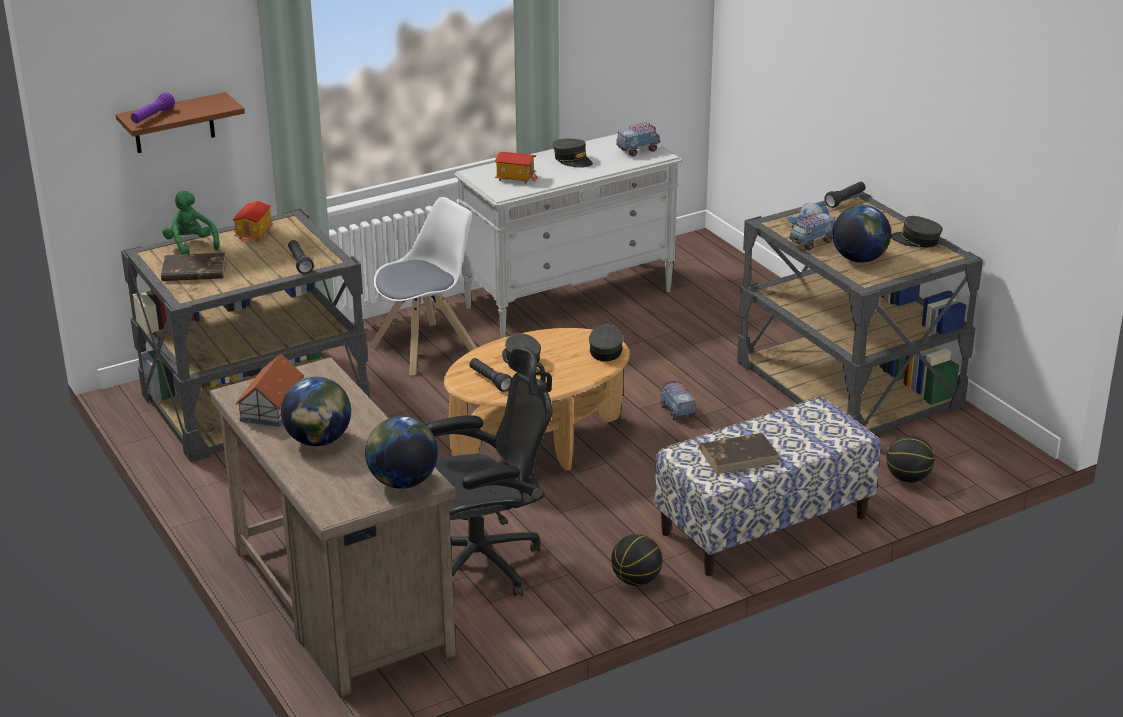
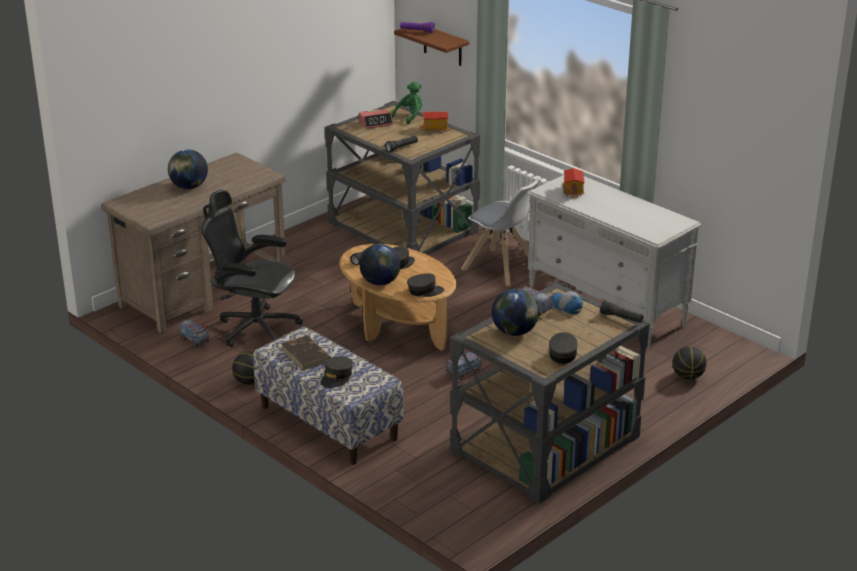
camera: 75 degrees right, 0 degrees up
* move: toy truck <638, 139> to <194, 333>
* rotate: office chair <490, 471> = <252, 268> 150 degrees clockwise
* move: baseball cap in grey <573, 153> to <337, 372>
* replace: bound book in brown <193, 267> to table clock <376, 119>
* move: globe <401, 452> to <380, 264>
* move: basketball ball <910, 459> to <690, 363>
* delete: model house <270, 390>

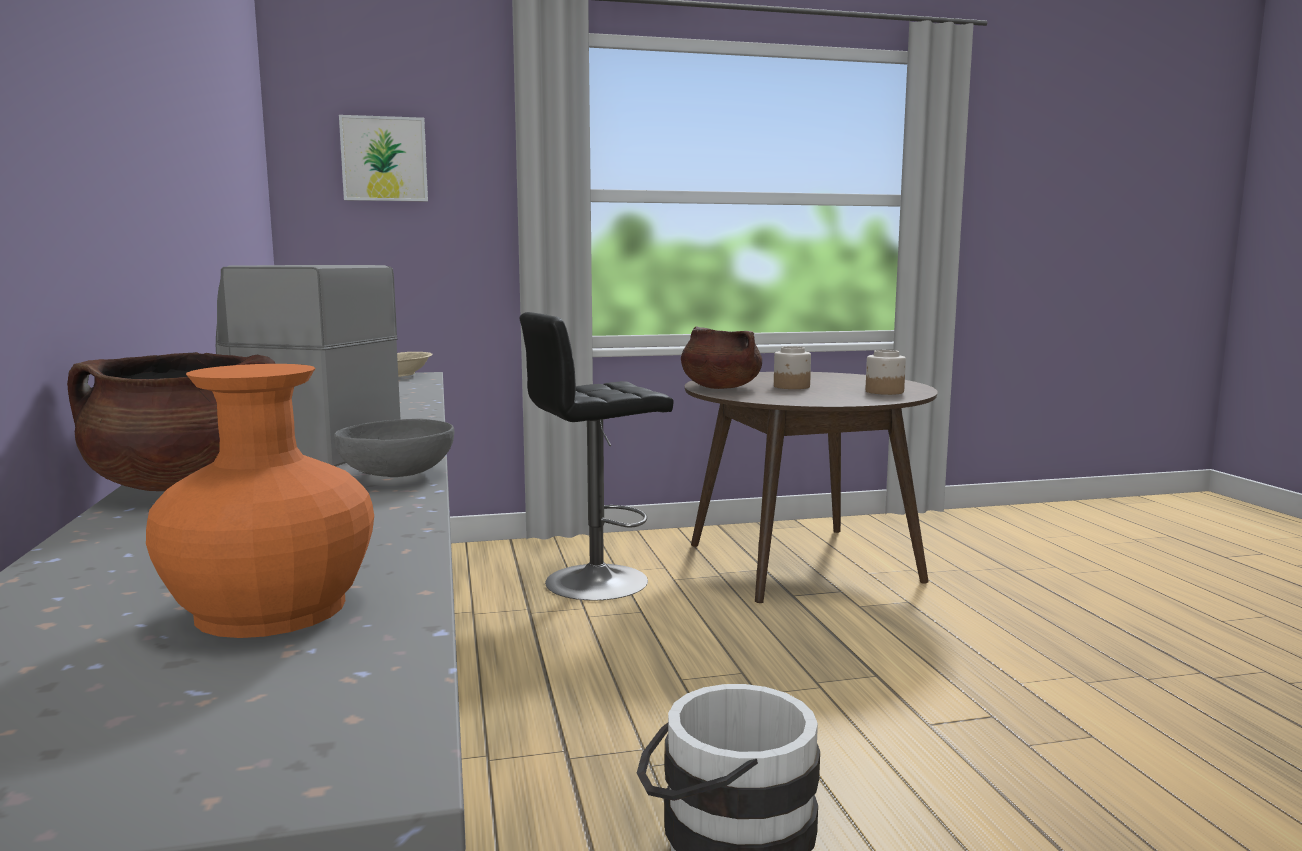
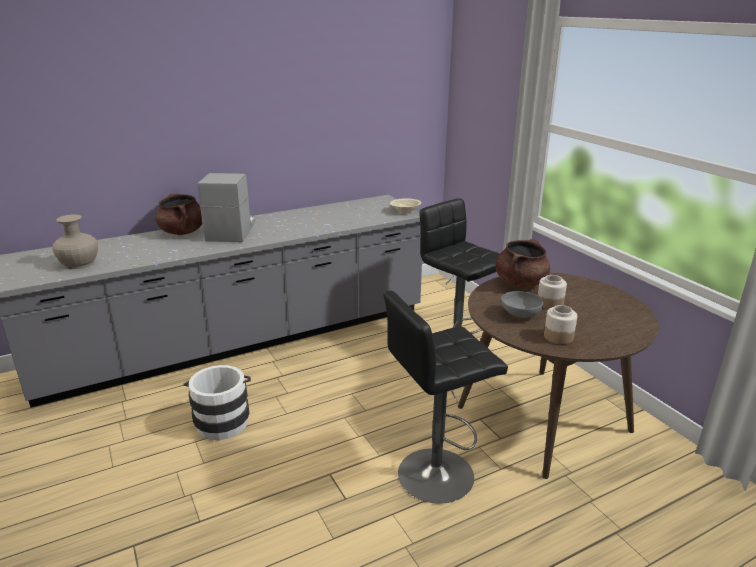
camera: 75 degrees right, 15 degrees up
* recolor: decorative vase in orange <260, 501> to decorative vase in sand-coloured <75, 241>
* insert: sitting stool in black <445, 397>
* move: bowl in grey <394, 448> to <521, 304>
* delete: wall art <383, 158>

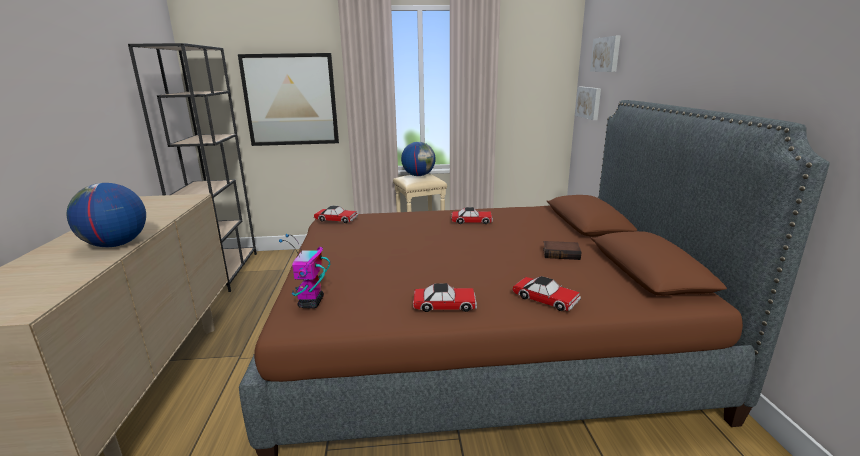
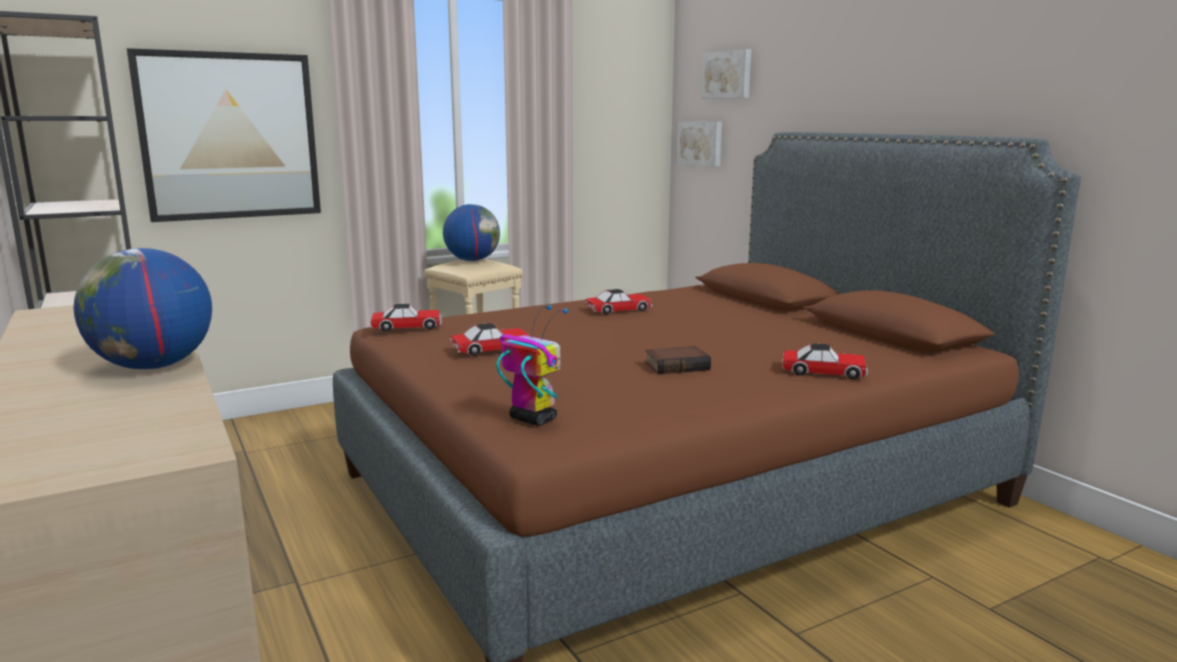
camera: 25 degrees left, 5 degrees down
* move: miniature car <445, 297> to <490, 339>
* rotate: toy robot <304, 271> = <532, 365> 150 degrees clockwise
* move: bound book <562, 250> to <678, 360>

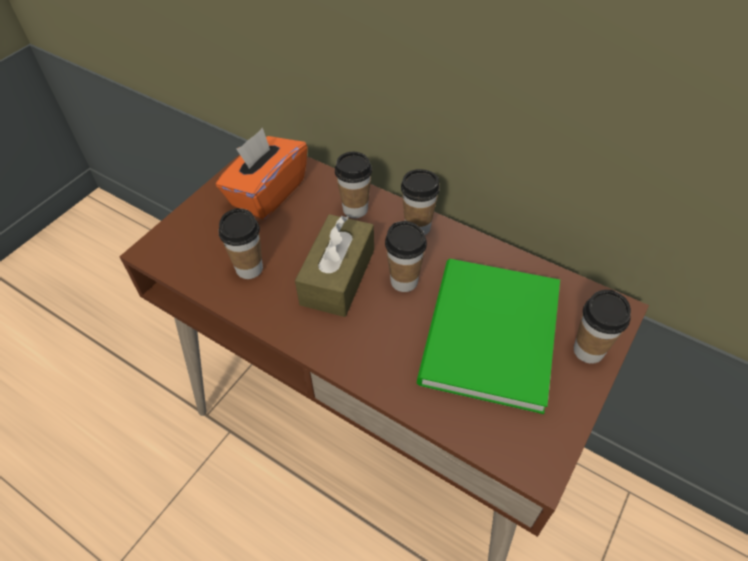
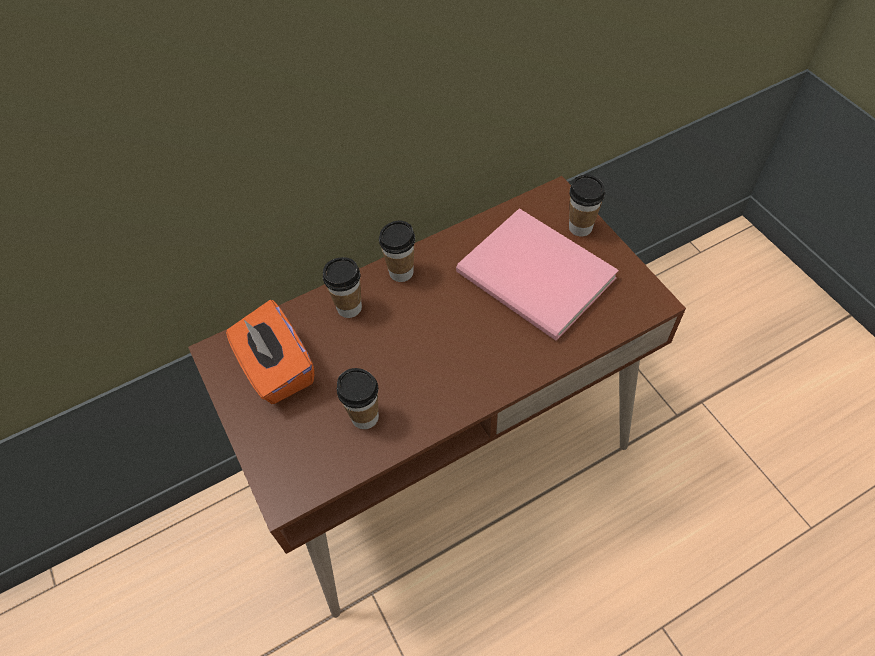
camera: 60 degrees left, 5 degrees up
* recolor: bound book in greenish <488, 336> to bound book in pink-coloured <537, 274>
* delete: tissue box in brown <334, 265>
* delete: small cup <406, 256>

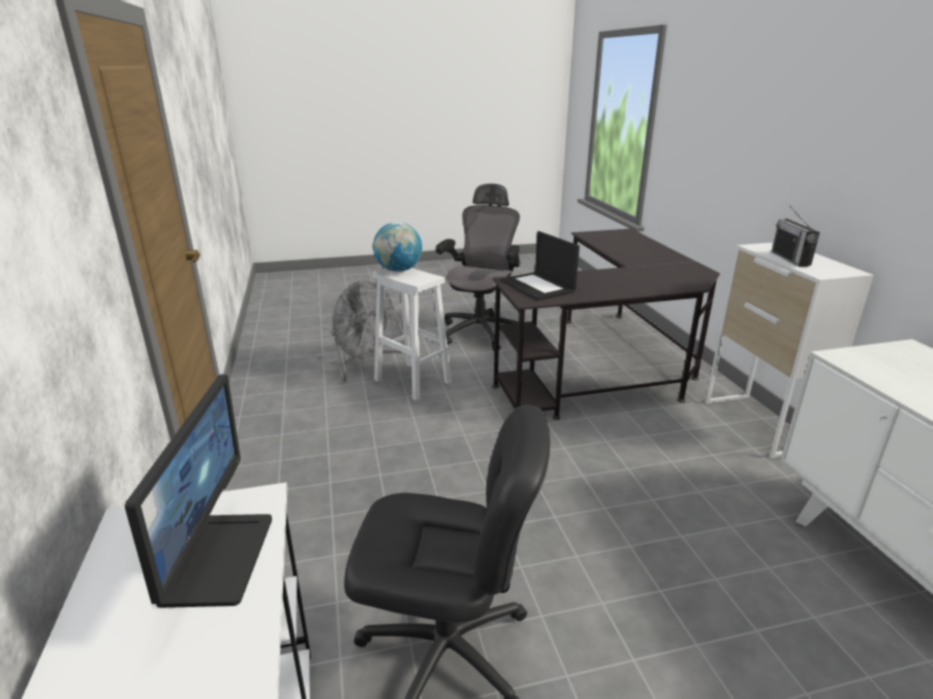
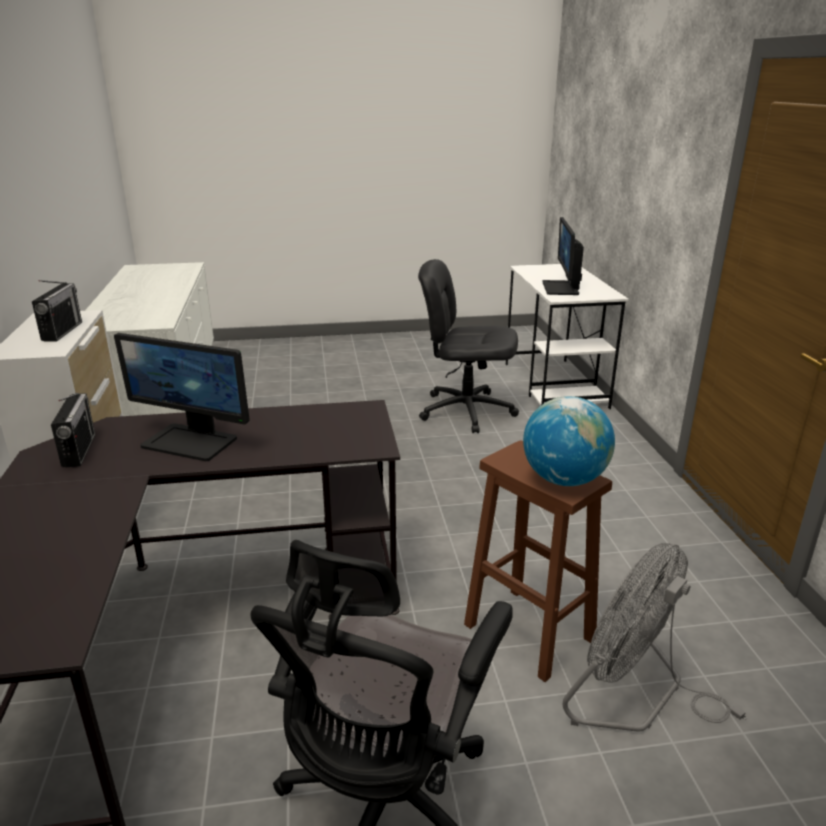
camera: 175 degrees left, 0 degrees up
* insert: radio receiver <73, 430>
* insert: monitor <182, 397>
* recolor: sitting stool in white-coloured <412, 334> to sitting stool in brown <538, 561>
* delete: laptop <540, 266>

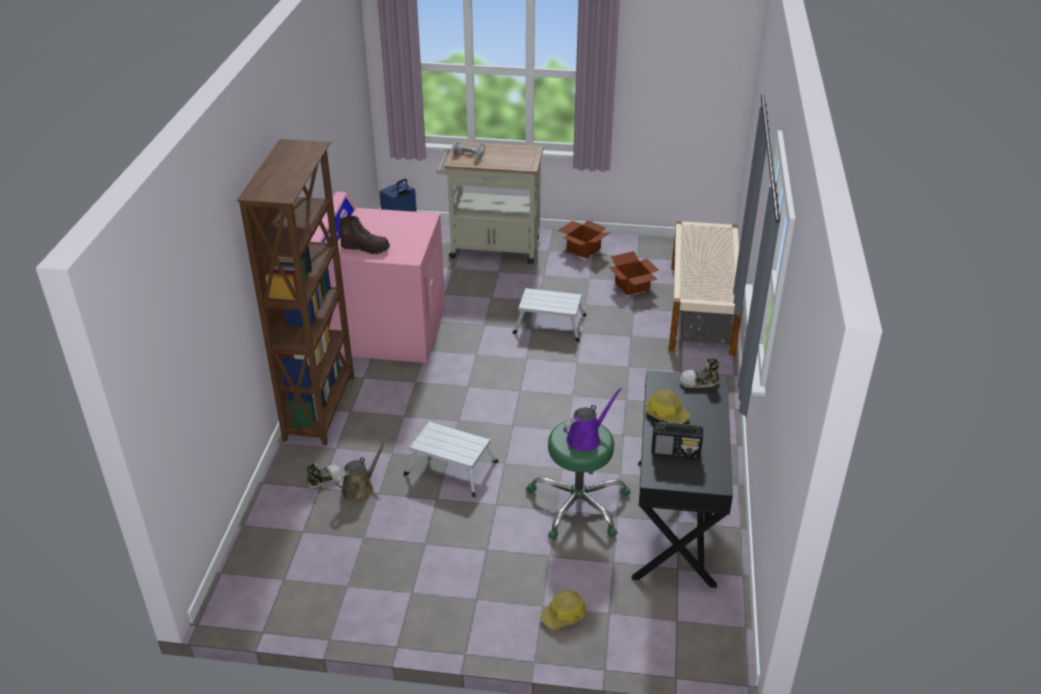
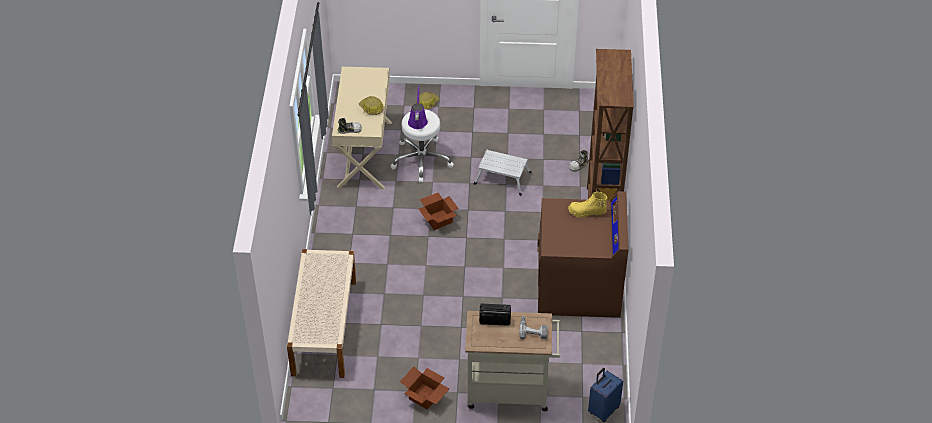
camera: 175 degrees right, 10 degrees up
* recolor: desk unit in black <682, 479> to desk unit in sand-coloured <362, 128>
* recolor: sitting stool in greenish <578, 480> to sitting stool in white-coloured <422, 146>
* rotate: watering pot in purple-coloured <592, 419> = <418, 107> 135 degrees clockwise
* move: packing box <634, 273> to <438, 211>
* move: radio receiver <677, 440> to <495, 315>
* recolor: washing machine in pink-coloured <377, 277> to washing machine in brown <583, 254>
* recolor: boot in brown <364, 235> to boot in yellow <587, 205>
* delete: watering pot in brown <361, 469>
* delete: step ladder in white-coloured <550, 315>

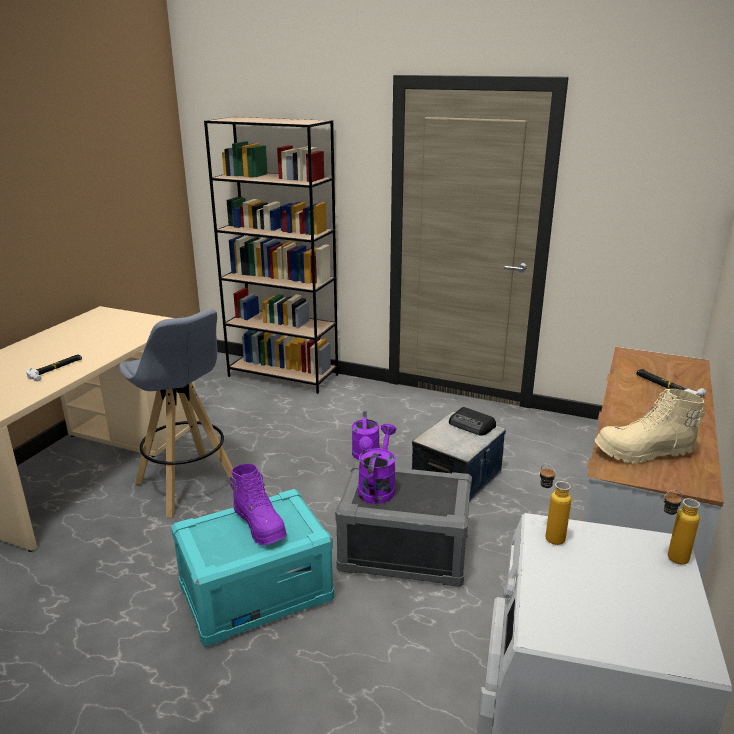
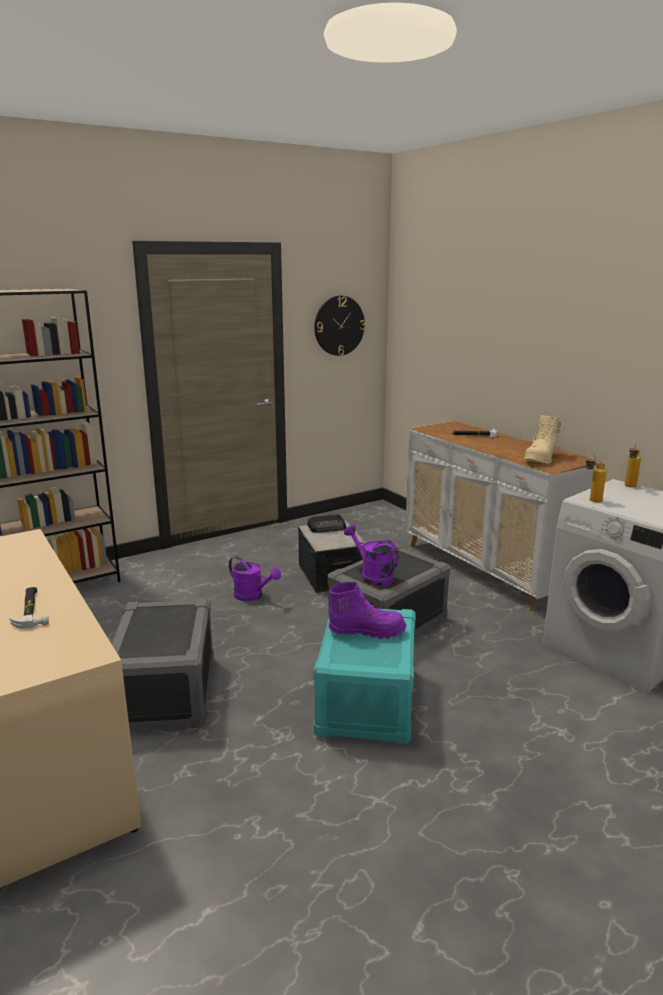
camera: 55 degrees left, 5 degrees down
* replace: sitting stool in grey <176, 413> to storage container in grey <162, 665>
* insert: clock on the wall <339, 326>

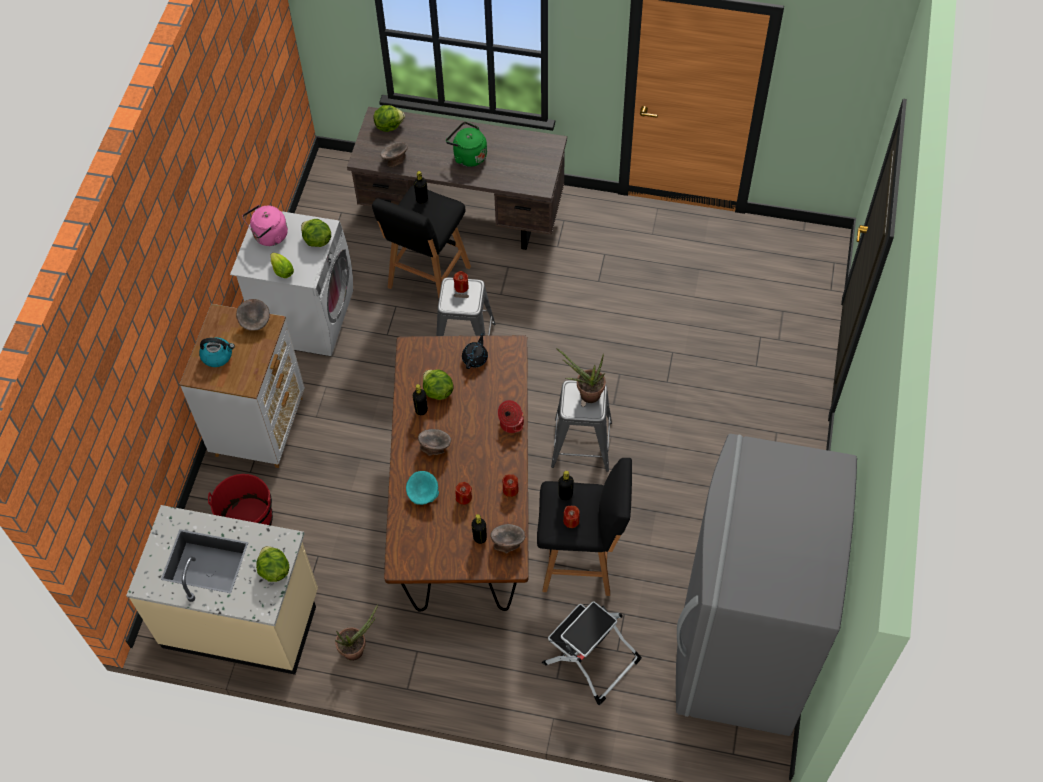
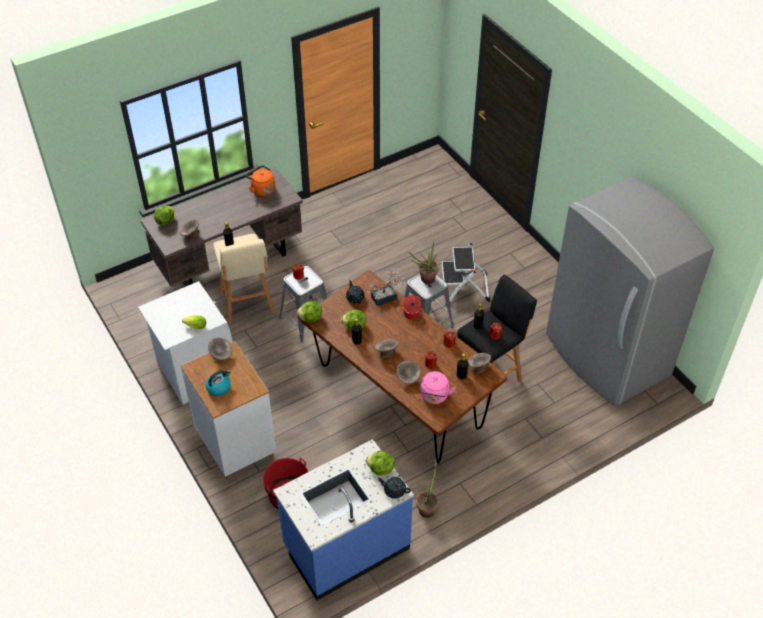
camera: 45 degrees left, 10 degrees down
* recolor: sitting stool in black <421, 241> to sitting stool in sand-coloured <244, 279>
* insert: tea kettle in orange <260, 181>
* recolor: kitchen base unit in sand-coloured <222, 590> to kitchen base unit in blue-coloured <343, 519>
* move: lettuce head <316, 233> to <309, 311>
* insert: plant in a pot <386, 287>
* insert: pot for tea in black <394, 488>
* recolor: bowl in turquoise <422, 488> to bowl in grey <408, 372>
* move: tea kettle in pink-coloured <265, 225> to <437, 387>
* move: step ladder <592, 653> to <466, 274>
* delete: tea kettle in greenish <466, 144>

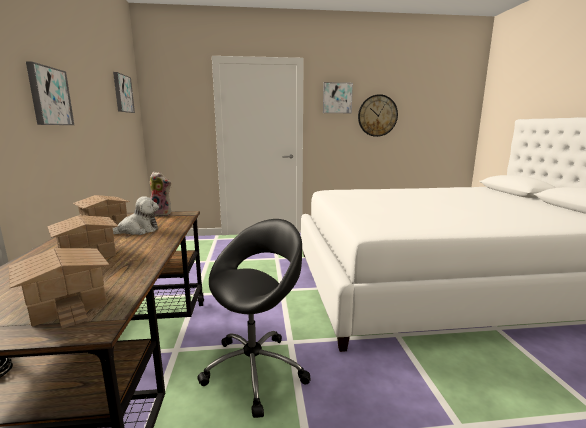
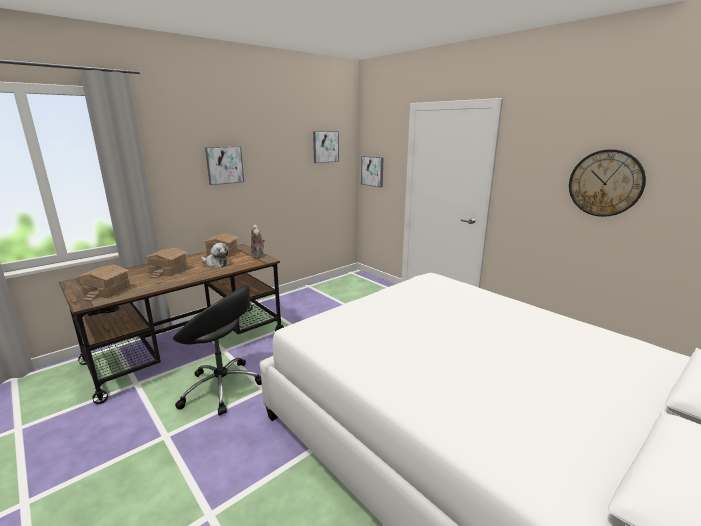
camera: 55 degrees right, 5 degrees up
* move: wall art <338, 97> to <372, 171>

